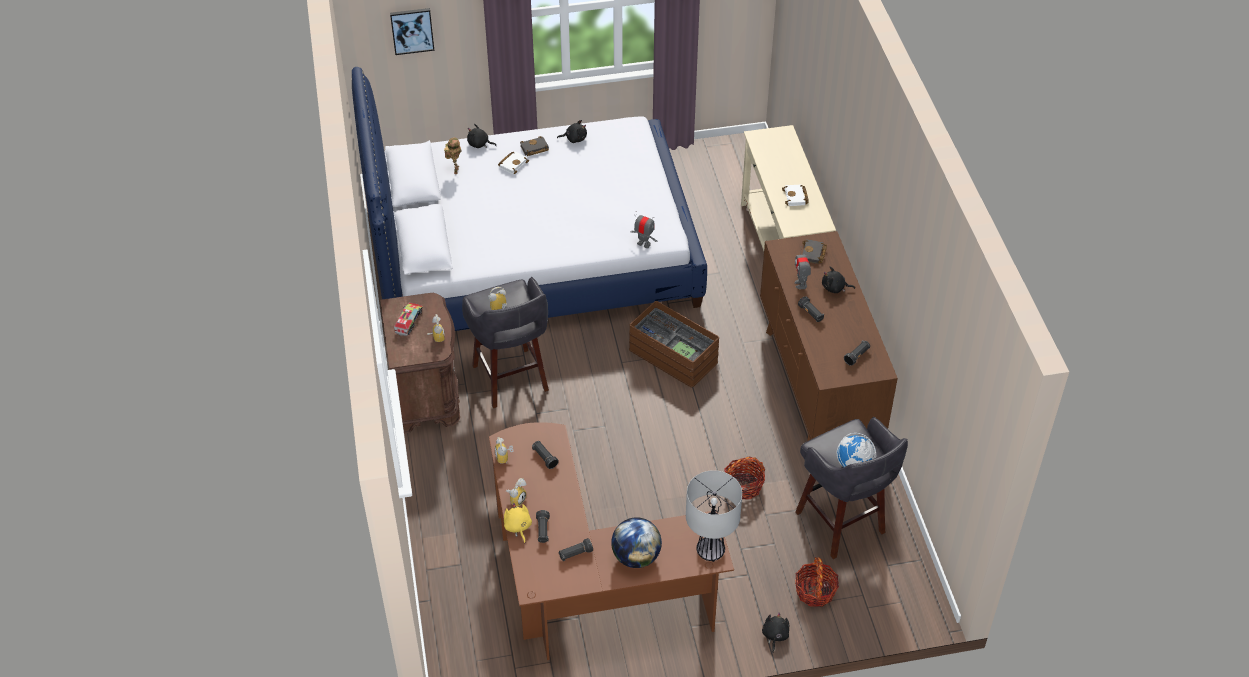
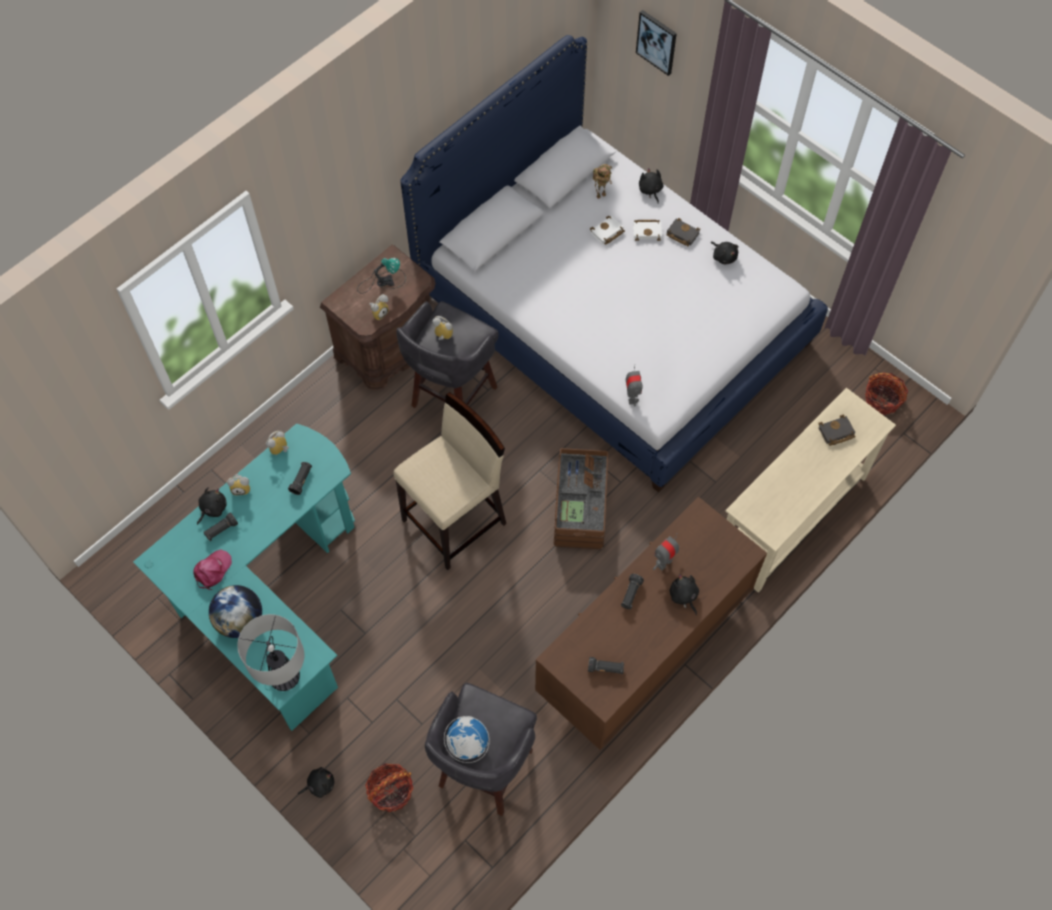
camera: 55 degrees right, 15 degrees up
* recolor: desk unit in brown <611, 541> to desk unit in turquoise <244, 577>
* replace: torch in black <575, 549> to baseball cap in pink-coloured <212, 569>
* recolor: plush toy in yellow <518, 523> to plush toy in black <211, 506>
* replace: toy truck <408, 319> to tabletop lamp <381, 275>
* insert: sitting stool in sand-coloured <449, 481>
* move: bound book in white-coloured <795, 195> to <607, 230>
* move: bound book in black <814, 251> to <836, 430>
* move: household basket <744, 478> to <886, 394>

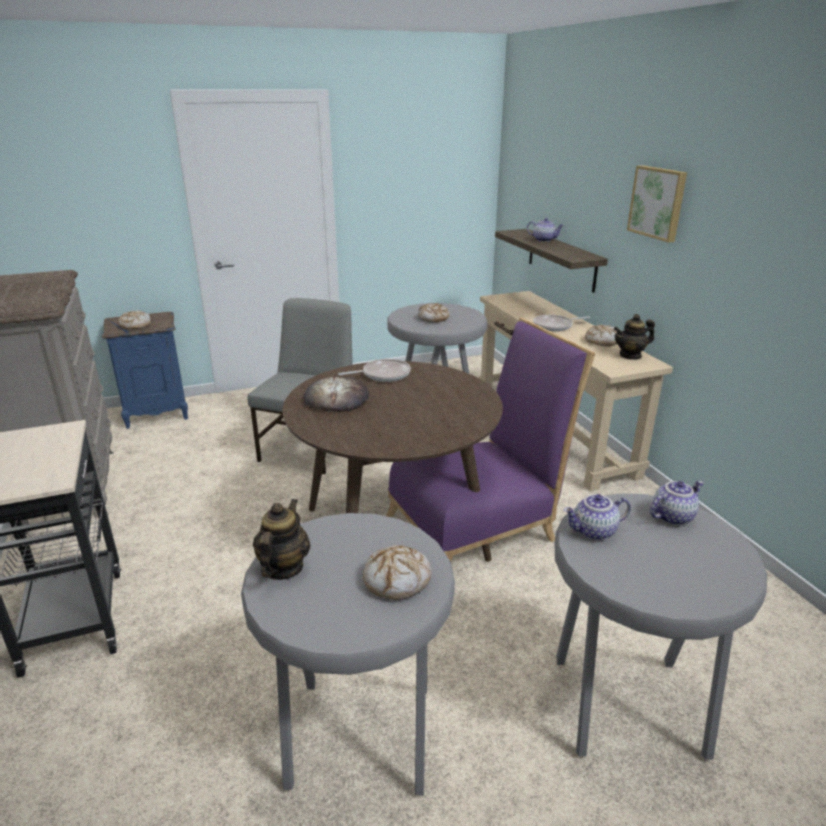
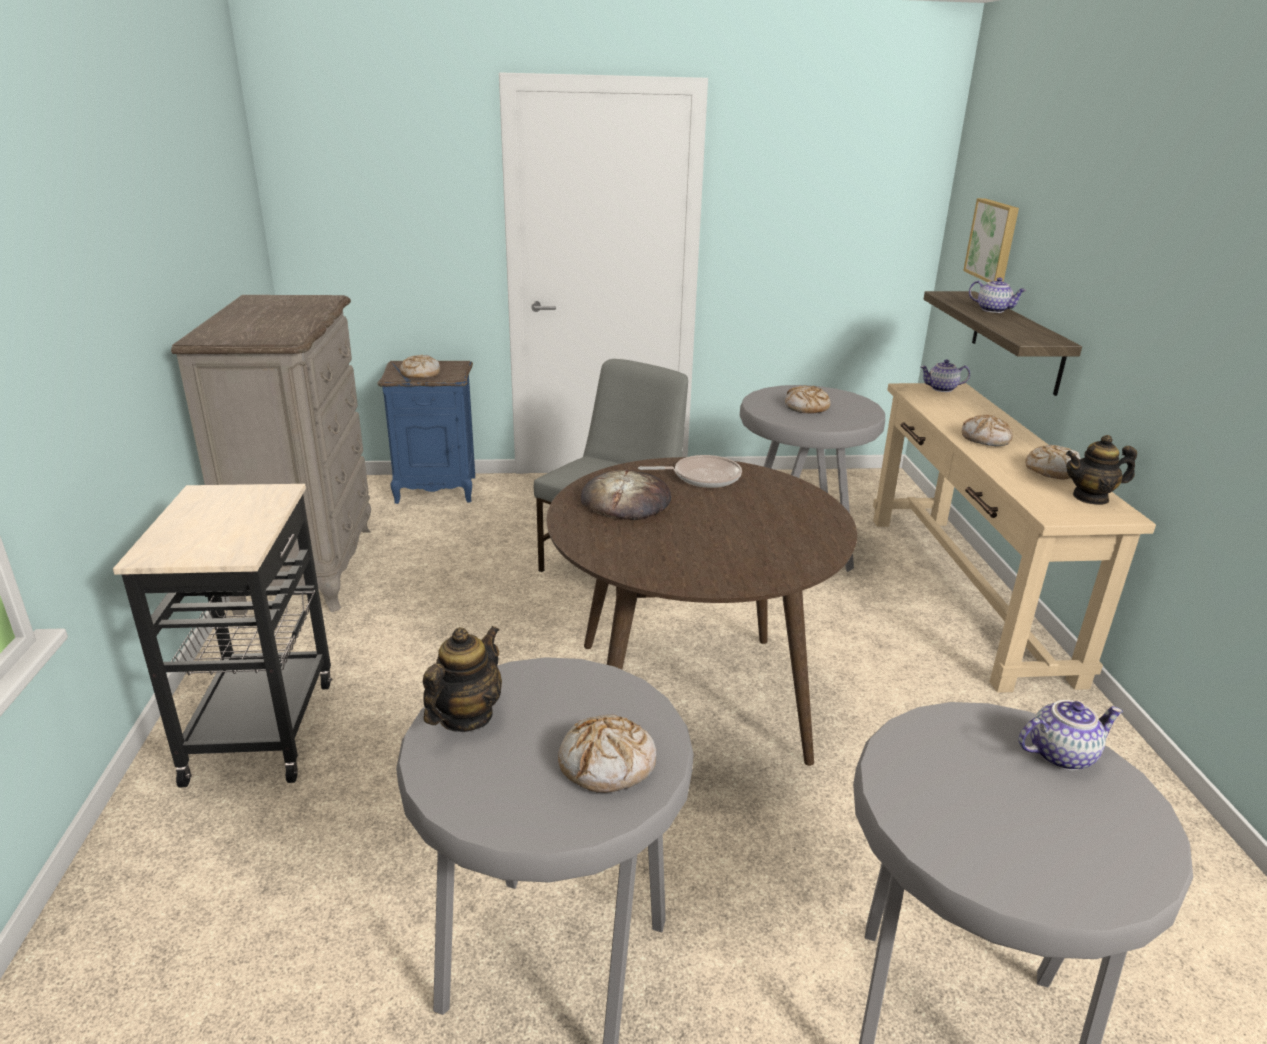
camera: 15 degrees right, 0 degrees up
* move: pot for tea <597, 517> to <945, 376>
* replace: frying pan <562, 323> to bakery bread <987, 430>
* move: wall art <657, 204> to <991, 240>
* delete: plain chair in purple-coloured <490, 439>

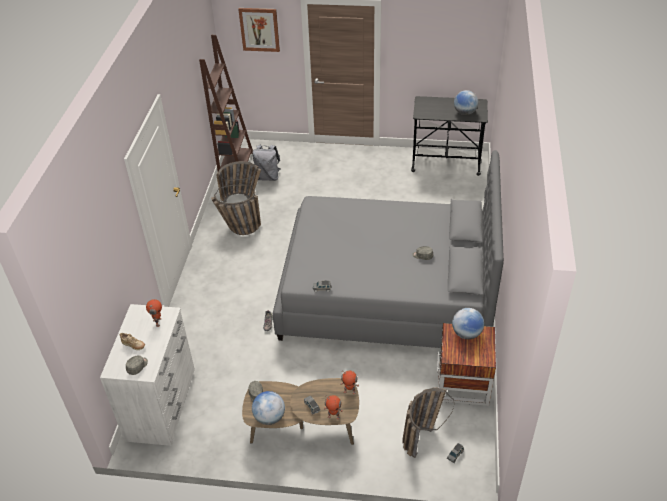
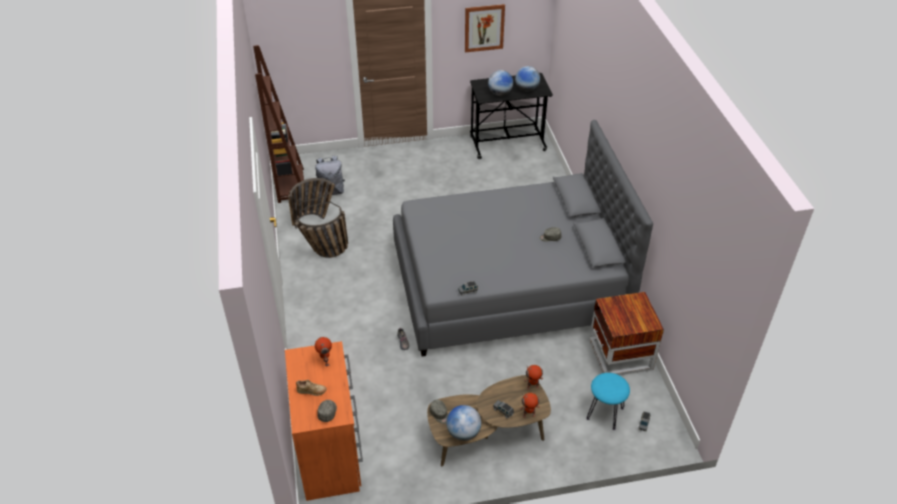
camera: 20 degrees left, 0 degrees up
* recolor: dresser in white-coloured <147, 375> to dresser in orange <324, 421>
* move: wall art <259, 30> to <485, 28>
* move: globe <468, 323> to <500, 83>
* replace: household basket <428, 422> to sitting stool in turquoise <608, 401>

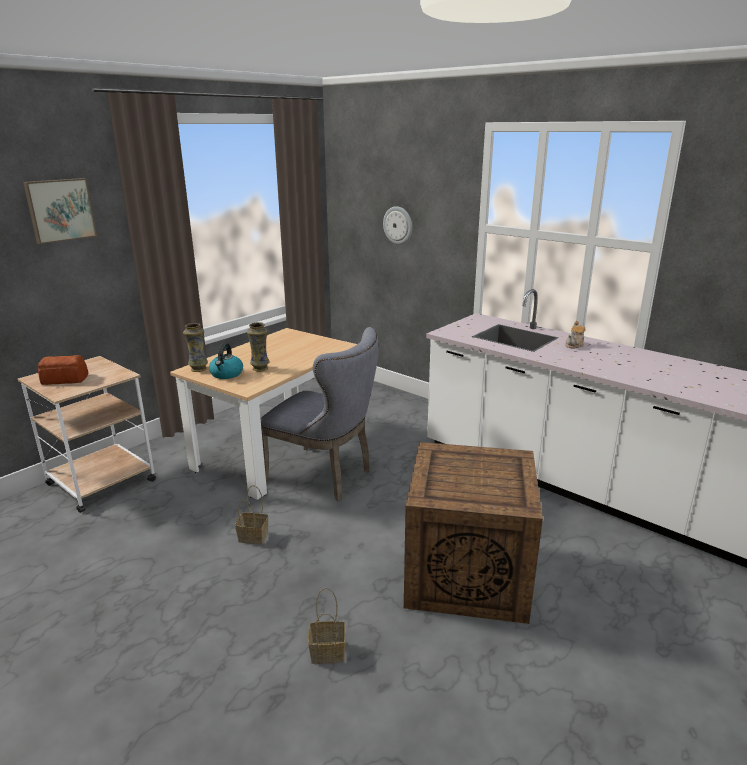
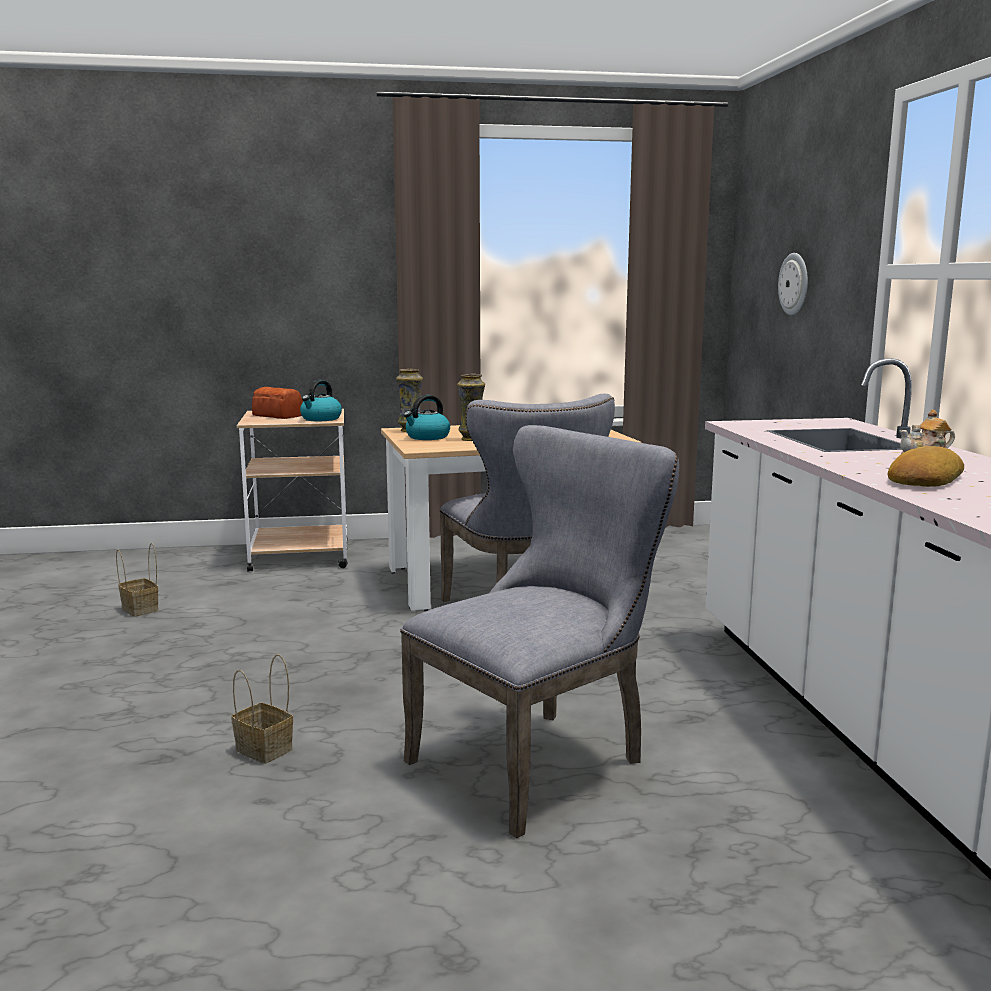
camera: 40 degrees right, 10 degrees down
* move: household basket <251, 514> to <137, 580>
* insert: tea kettle <321, 400>
* replace: shipping crate <473, 533> to plain chair in grey <539, 631>
* insert: bakery bread <926, 466>
* delete: wall art <60, 211>

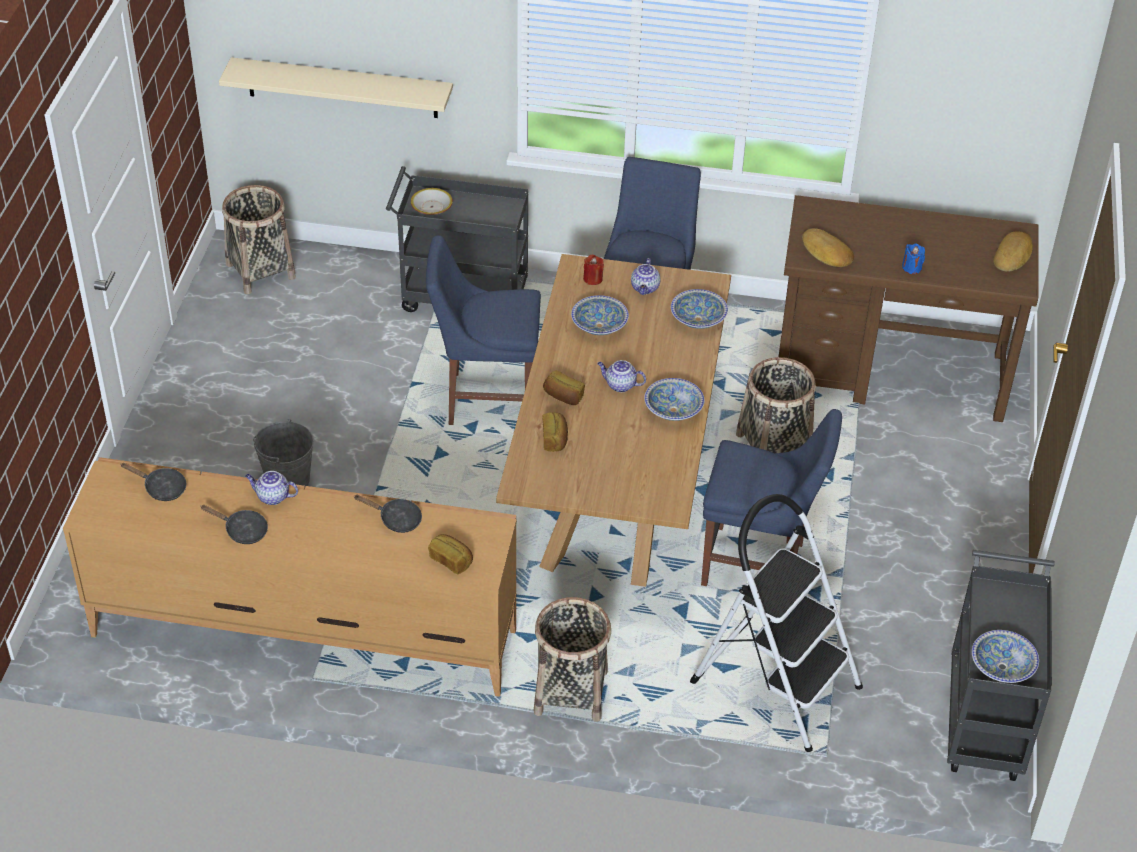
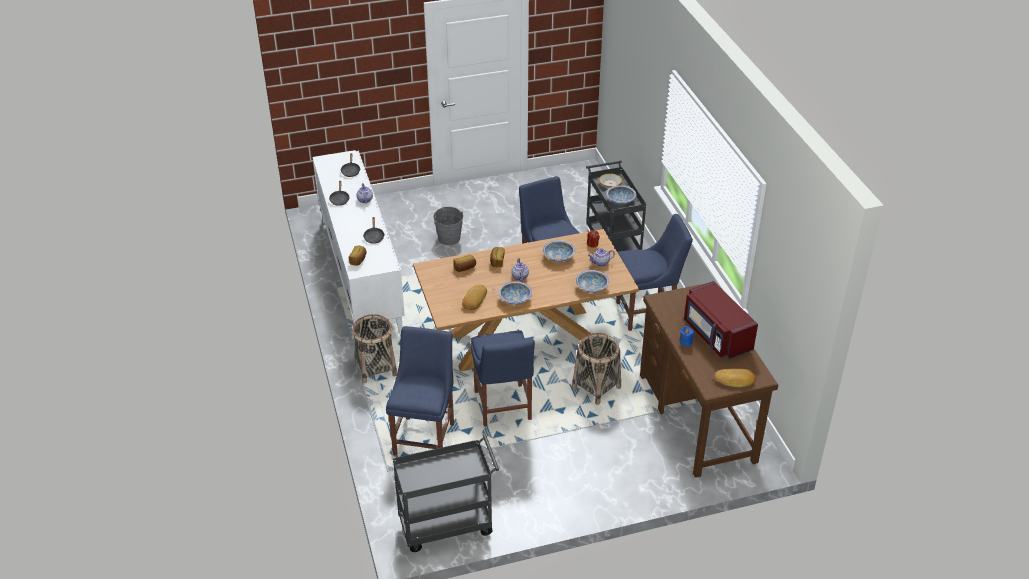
camera: 65 degrees right, 5 degrees down
* recolor: storage cabinet in brown <290, 577> to storage cabinet in white-coloured <358, 243>
* replace: step ladder <776, 623> to plain chair in blue-coloured <420, 390>
* move: bakery bread <828, 247> to <474, 297>
* move: bowl <1005, 656> to <621, 195>
* insert: microwave oven in reddish <721, 320>
* delete: bracket shelf in sand-coloured <336, 87>
* delete: household basket <259, 239>

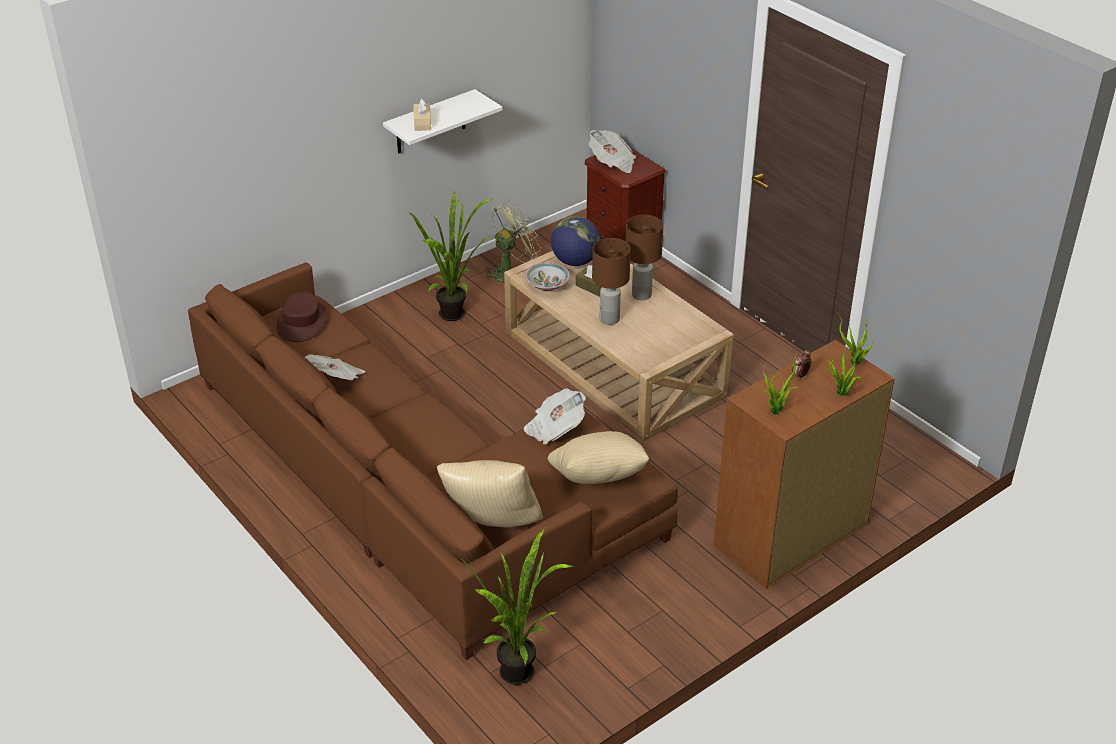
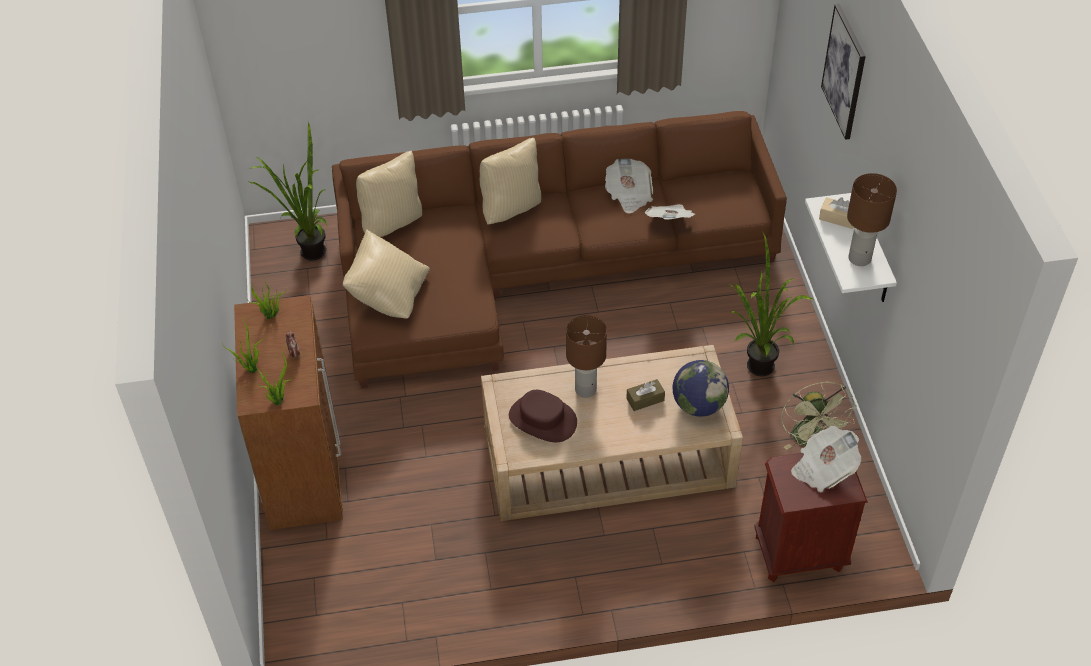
camera: 120 degrees right, 10 degrees up
* insert: throw pillow in sand-coloured <510, 181>
* move: wearable hat in brown <301, 317> to <543, 416>
* move: daily paper <555, 416> to <670, 212>
* insert: wall art <843, 72>
* move: tabletop lamp in brown <644, 257> to <872, 219>
* delete: bowl <547, 276>

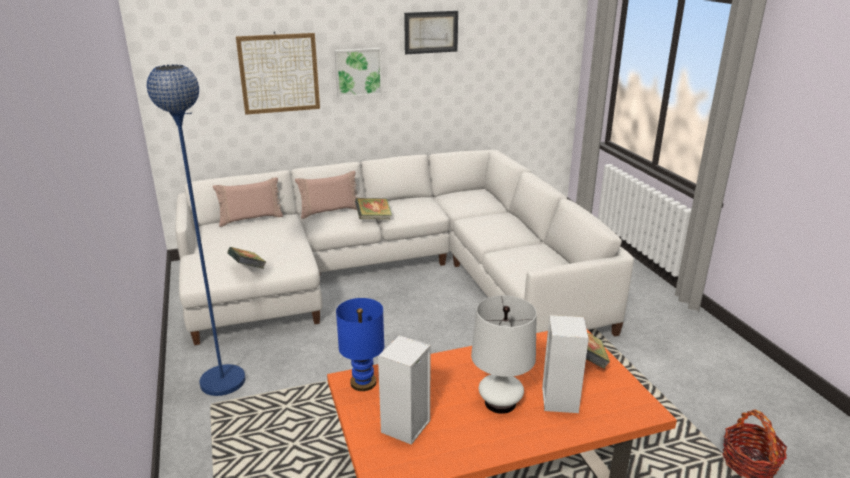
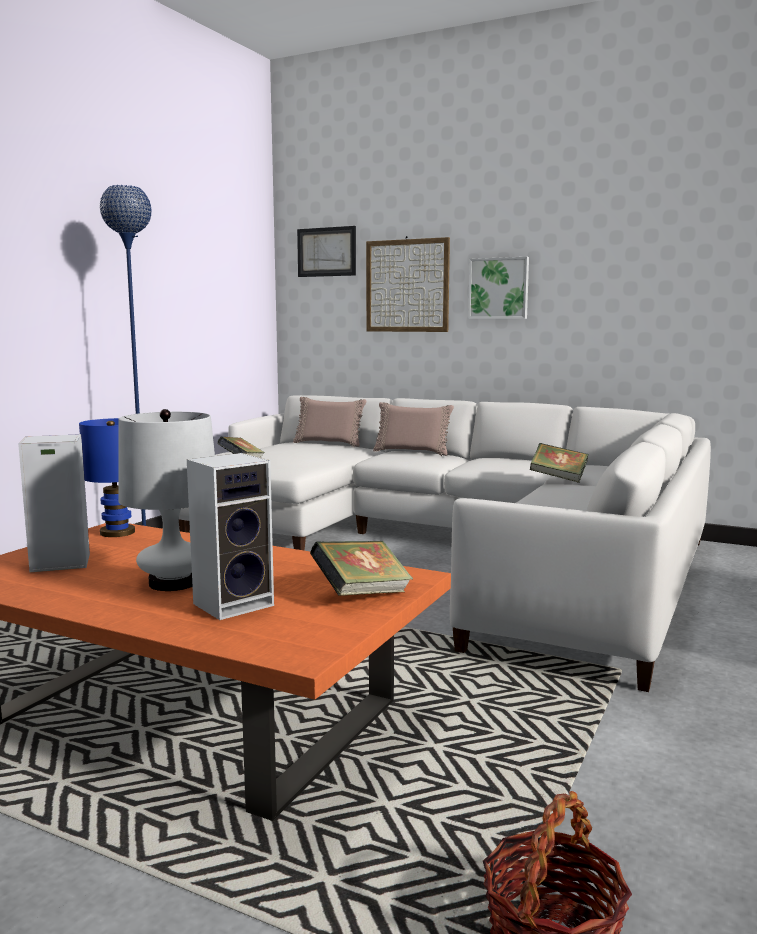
camera: 45 degrees right, 15 degrees down
* move: wall art <431, 32> to <326, 251>
* move: bound book <373, 209> to <559, 463>

